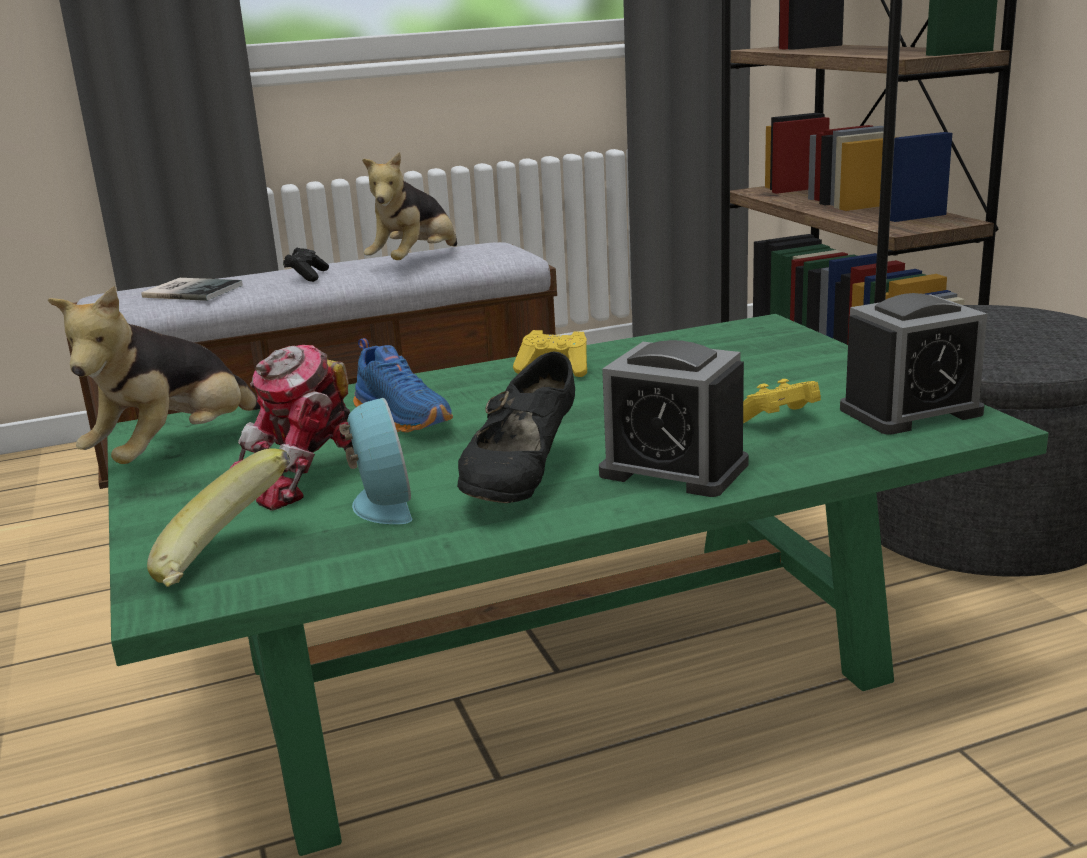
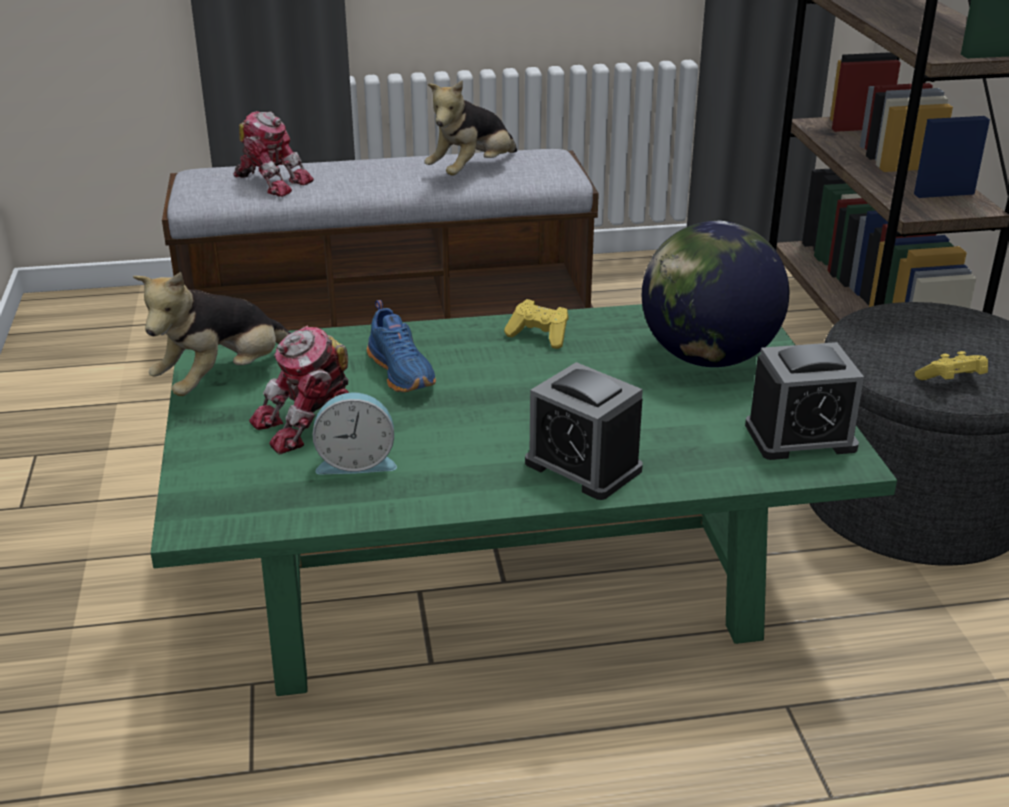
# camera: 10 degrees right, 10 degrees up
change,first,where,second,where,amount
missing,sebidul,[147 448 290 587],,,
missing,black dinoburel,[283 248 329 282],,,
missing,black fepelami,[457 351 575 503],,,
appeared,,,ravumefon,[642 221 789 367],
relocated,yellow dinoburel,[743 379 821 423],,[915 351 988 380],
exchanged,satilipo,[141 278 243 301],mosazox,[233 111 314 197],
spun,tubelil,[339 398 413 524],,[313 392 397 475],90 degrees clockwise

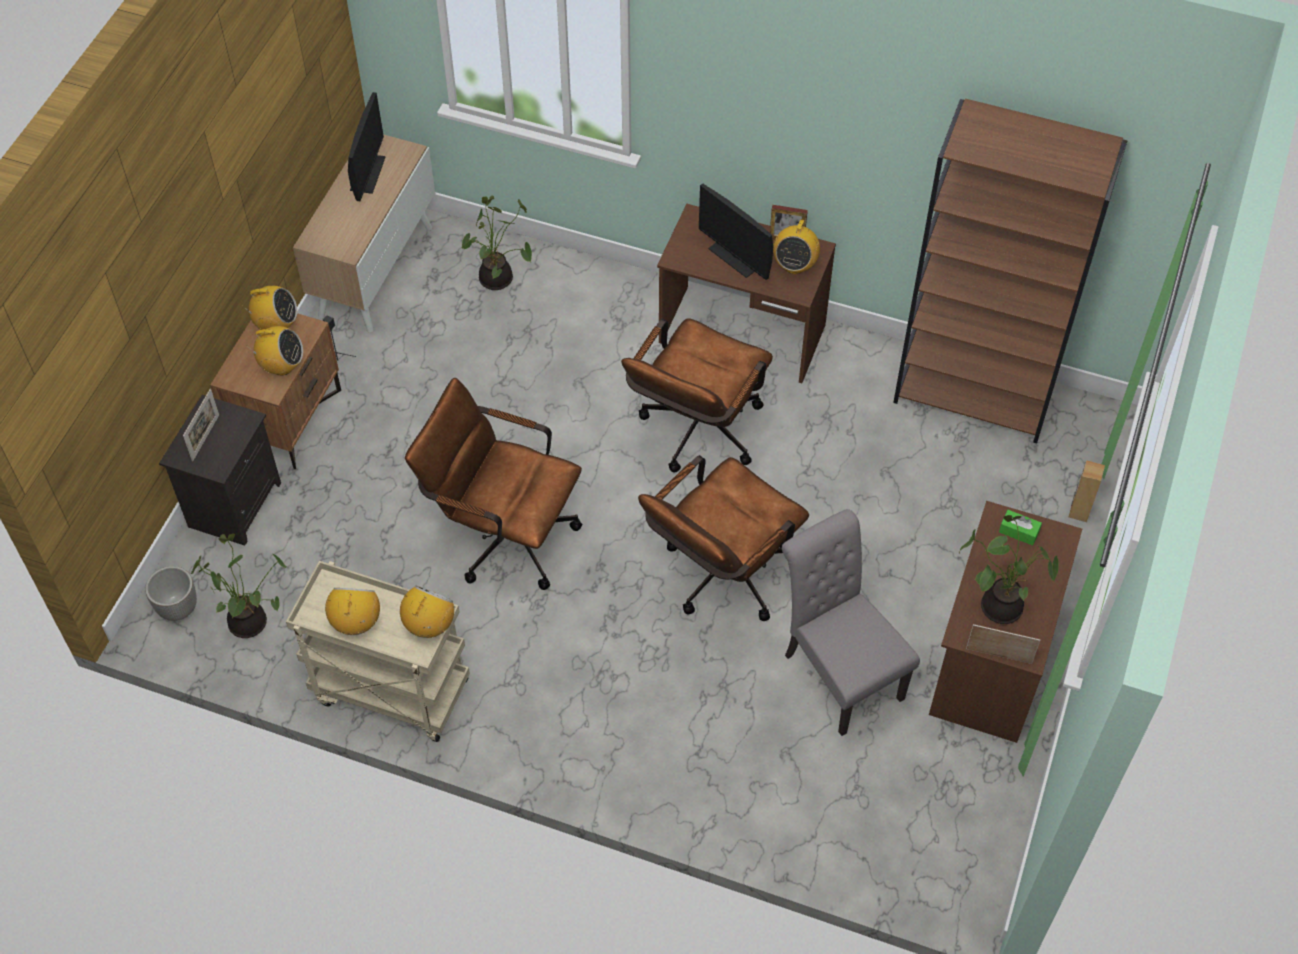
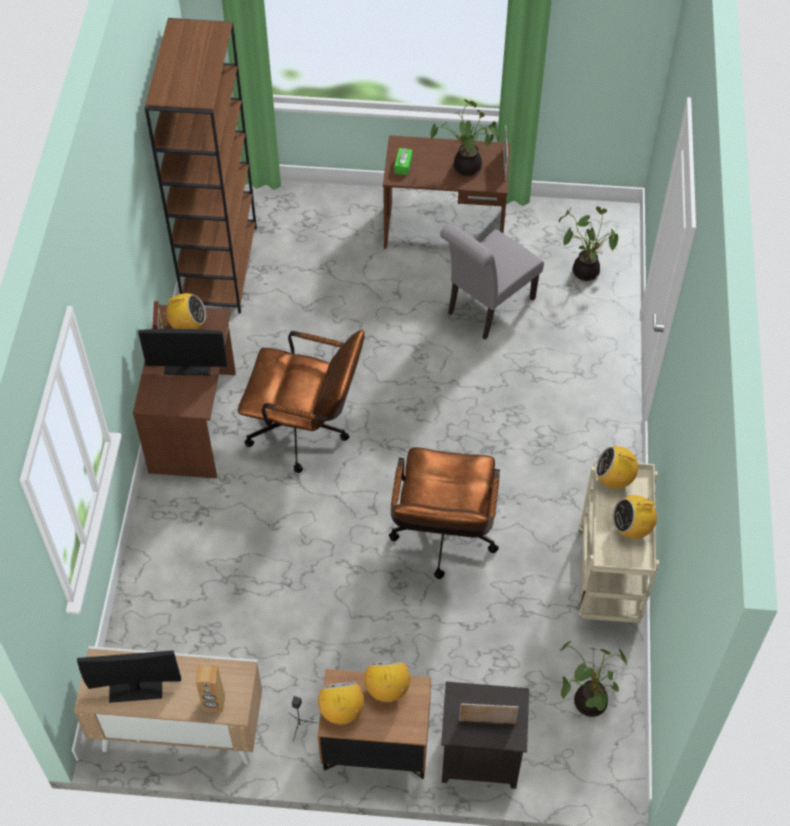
# camera: 105 degrees left, 0 degrees up
change,first,where,second,where,amount
missing,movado,[145 566 197 621],,,
missing,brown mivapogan,[638 455 809 621],,,
relocated,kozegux,[461 196 532 290],,[559 207 618 281],
relocated,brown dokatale,[1069 460 1105 522],,[195 664 225 712],
spun,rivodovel,[699 184 773 280],,[138 329 227 375],60 degrees clockwise

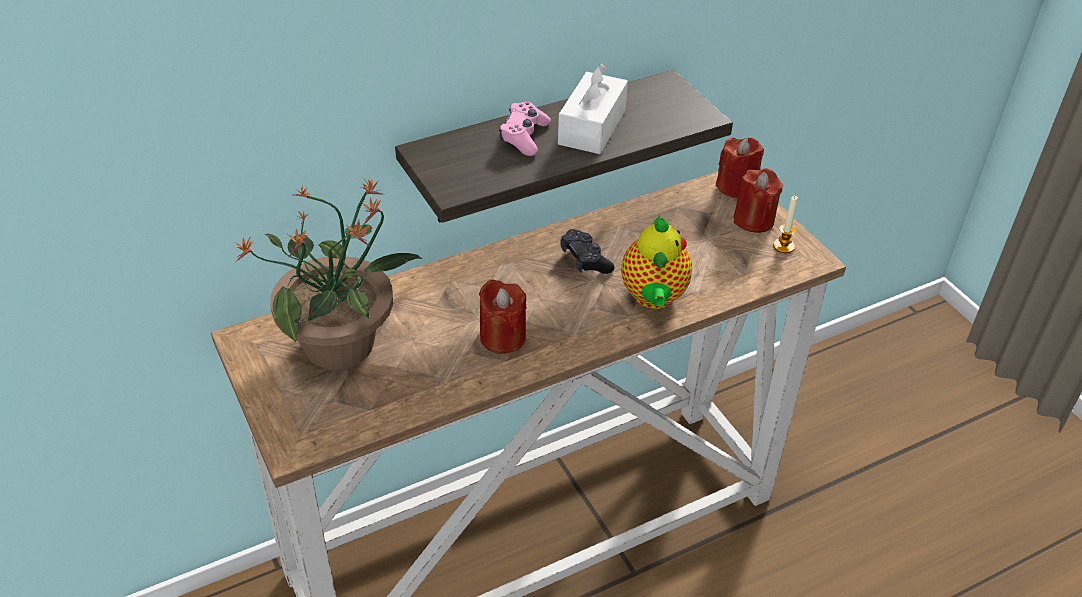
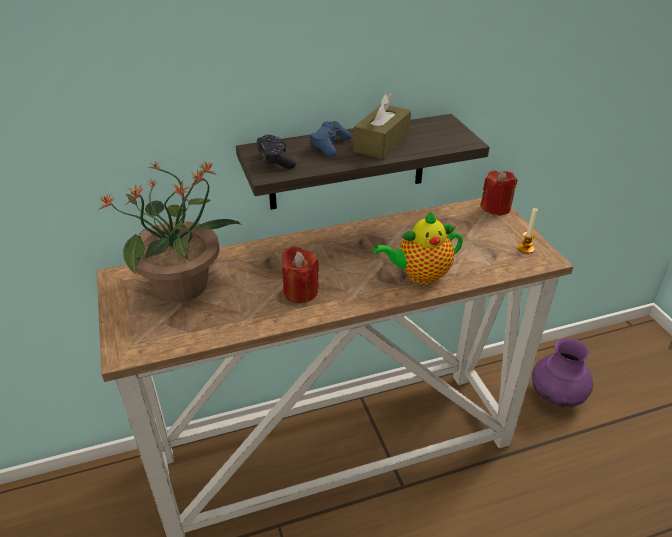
# camera: 10 degrees right, 5 degrees down
change,first,where,second,where,amount
missing,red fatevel,[734 168 783 233],,,
appeared,,,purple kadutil,[532 338 593 408],
relocated,black dinoburel,[560 229 615 274],,[256 135 296 169],
colour,pink dinoburel,[499 102 551 156],blue dinoburel,[310 121 352 157],
colour,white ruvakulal,[558 63 628 154],brown ruvakulal,[353 93 411 159],
spun,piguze,[621 216 692 309],,[373 211 463 284],60 degrees clockwise

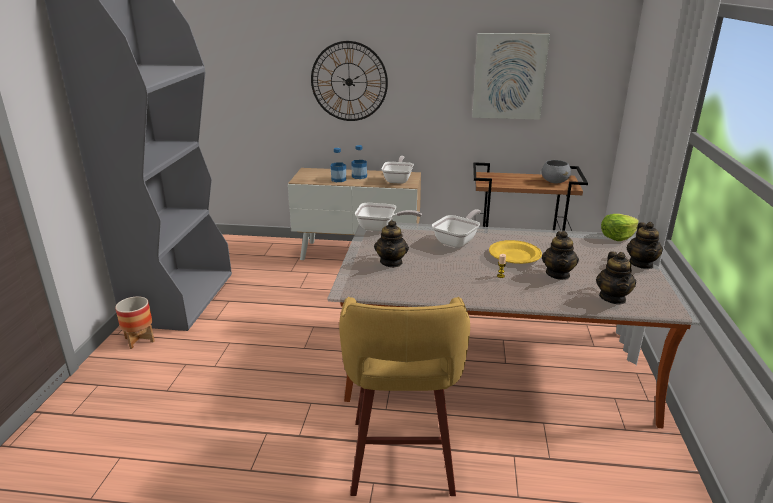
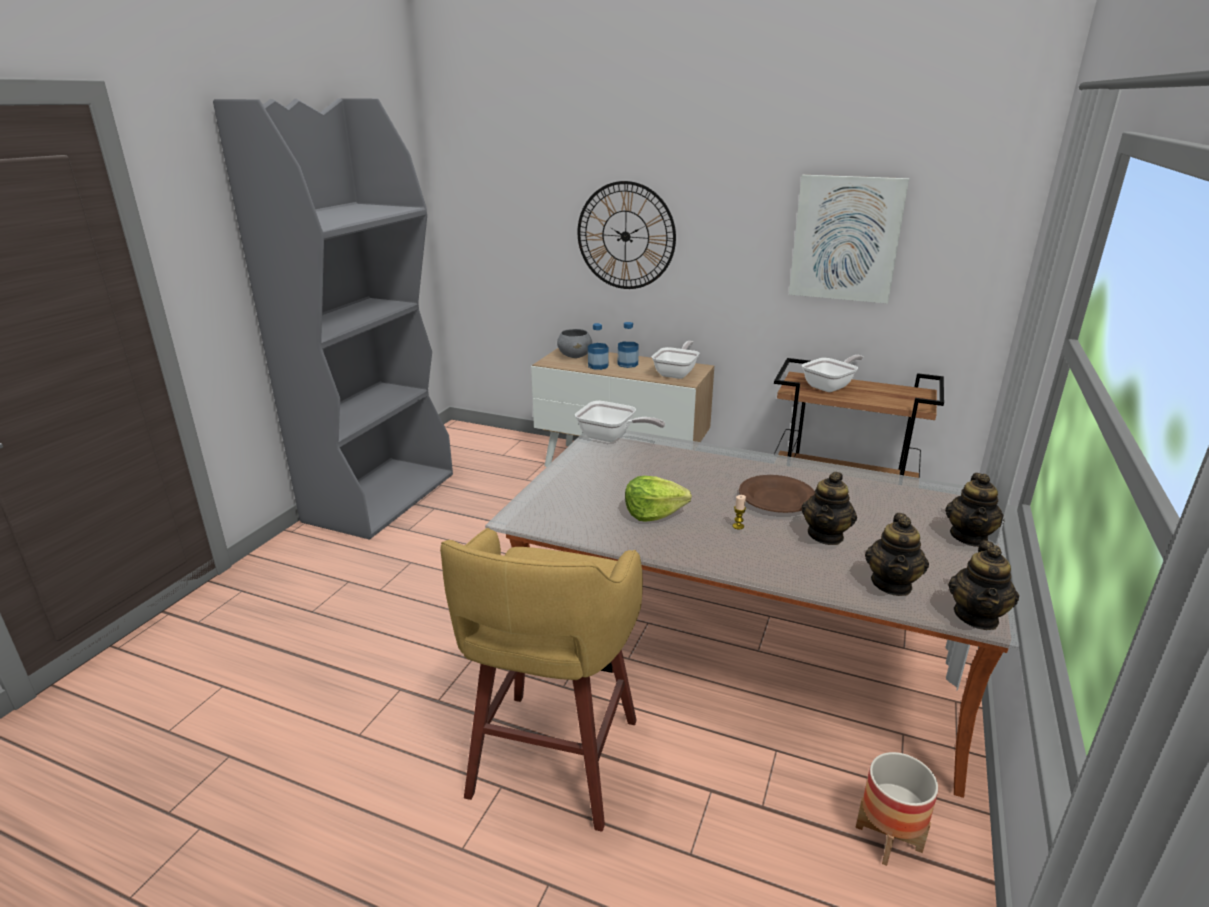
# camera: 15 degrees right, 0 degrees up
change,first,where,second,where,amount
relocated,movado,[115 296 155 349],,[855 752 938 866],
relocated,piguze,[374 220 409 267],,[948 540 1019 630],
relocated,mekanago,[432 209 481 248],,[802 355 863 392],
relocated,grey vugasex,[541 160 571 184],,[557 329 592 358],
relocated,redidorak,[601 214 639 241],,[625 476 692 522],
colour,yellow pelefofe,[489 240 542 264],brown pelefofe,[739 475 815 513],

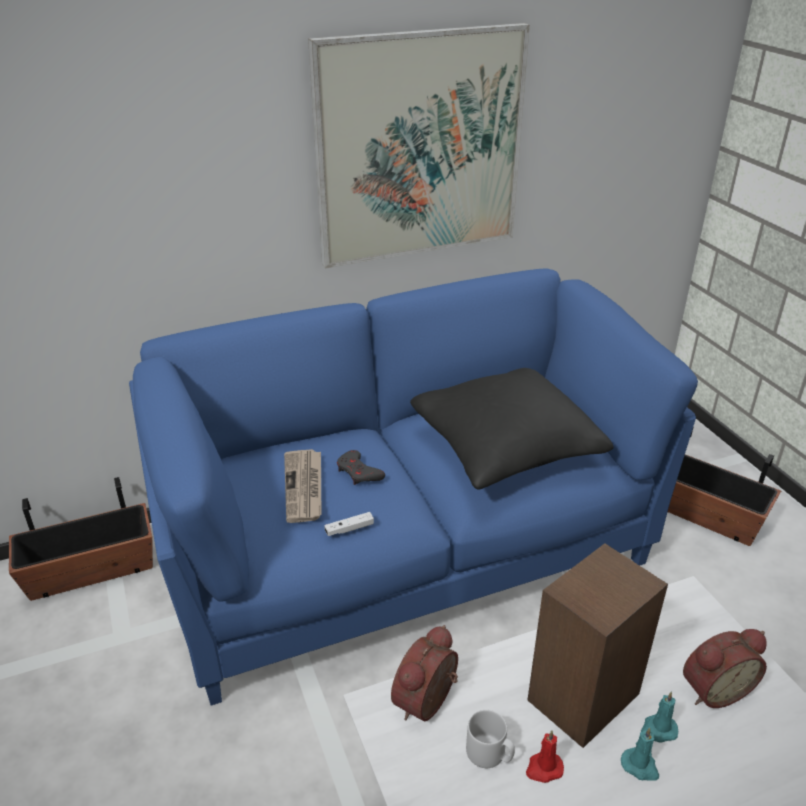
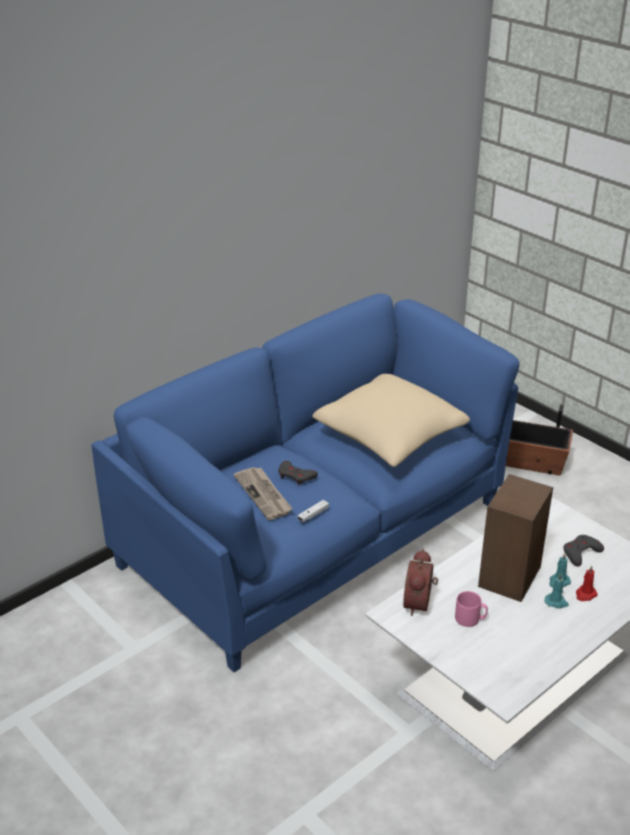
# camera: 20 degrees left, 0 degrees up
change,first,where,second,where,amount
missing,movado,[9 477 153 601],,,
missing,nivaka,[308 23 530 268],,,
relocated,red fatevel,[526 730 564 783],,[576 565 598 601],
exchanged,tubelil,[683 629 767 708],grey dinoburel,[563 535 604 566],
colour,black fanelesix,[410 368 614 490],beige fanelesix,[312 374 470 467],
colour,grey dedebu,[466 710 515 768],pink dedebu,[455 591 488 627],

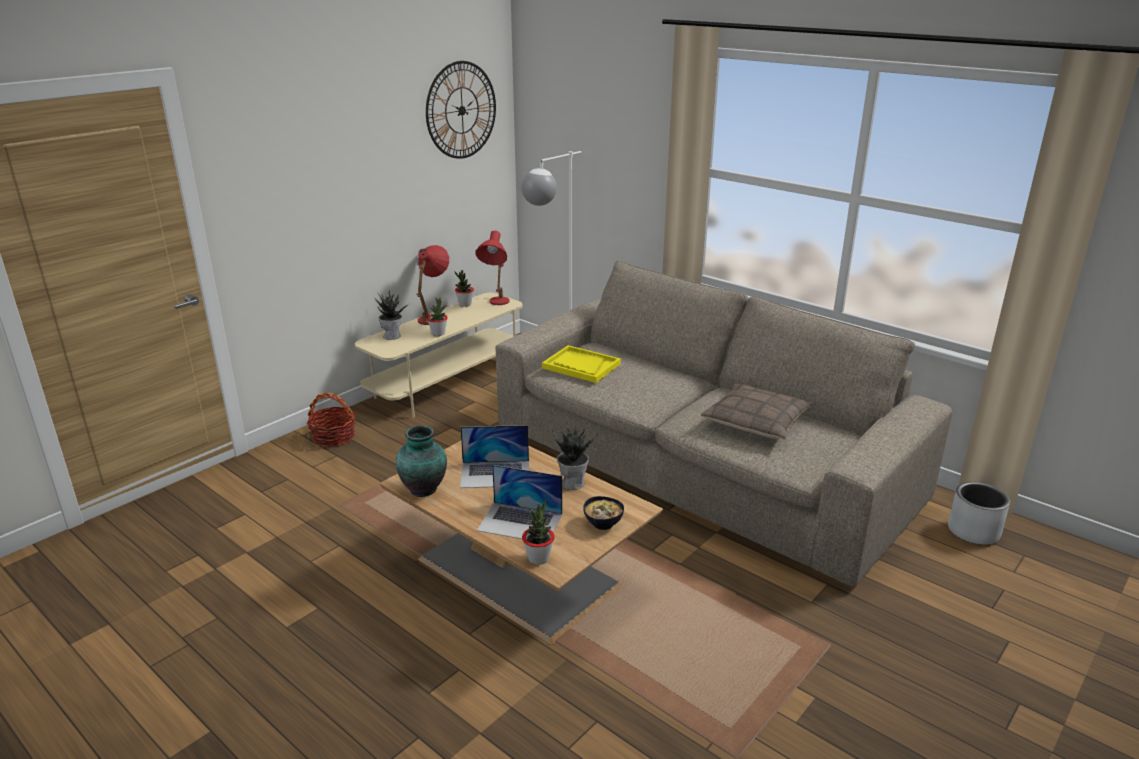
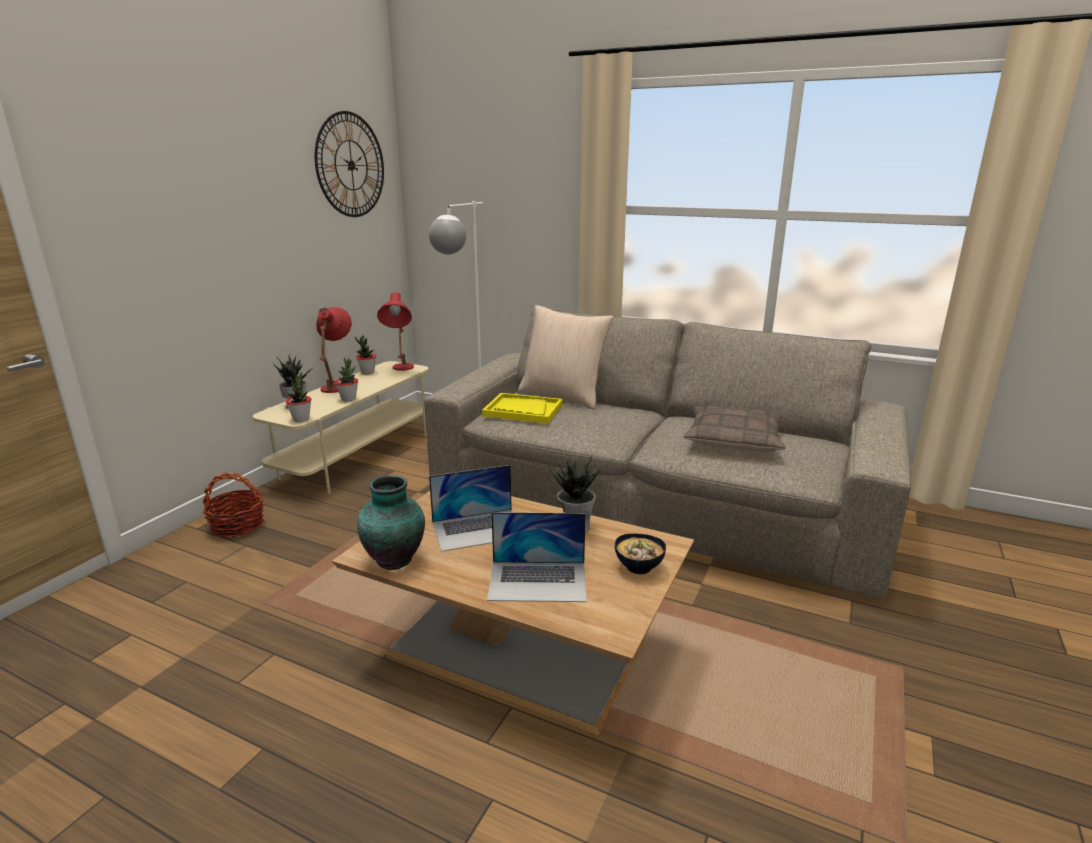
# camera: 15 degrees left, 5 degrees down
change,first,where,second,where,amount
missing,grey movado,[948 482 1010 545],,,
appeared,,,beige fanelesix,[518 305 613 410],
relocated,kozegux,[522 500 554 565],,[286 371 311 422],

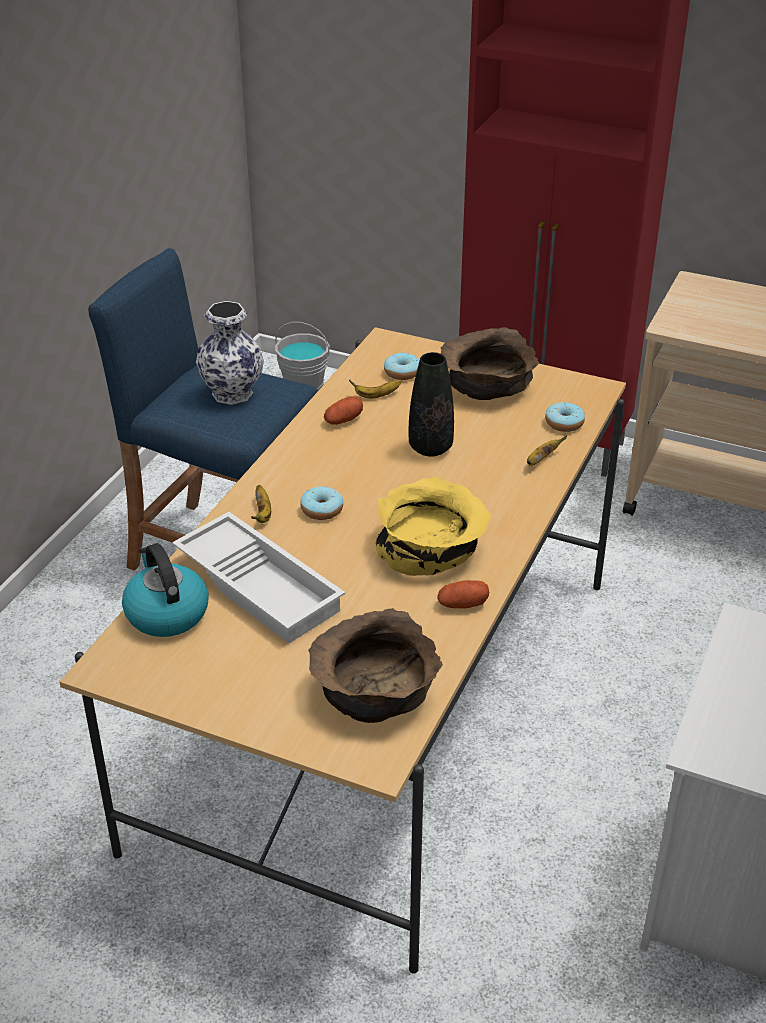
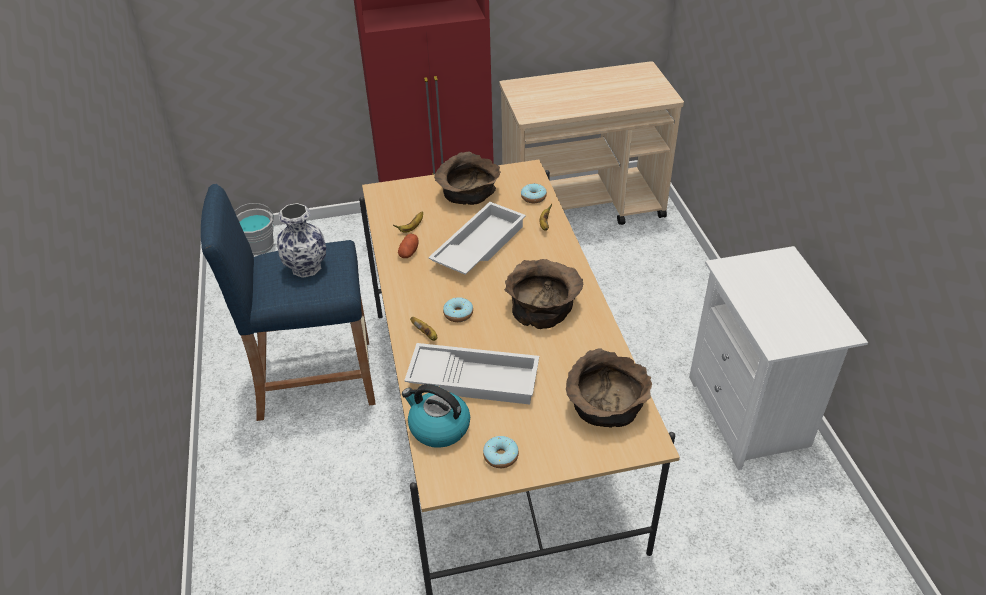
# camera: 35 degrees left, 5 degrees up
change,first,where,second,where,amount
missing,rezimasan,[437 580 489 608],,,
relocated,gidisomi,[384 353 420 380],,[483 436 519 468],
exchanged,black kadutil,[409 352 454 457],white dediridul,[428 202 526 275],
colour,yellow vugasex,[376 476 491 576],brown vugasex,[504 259 583 329],

